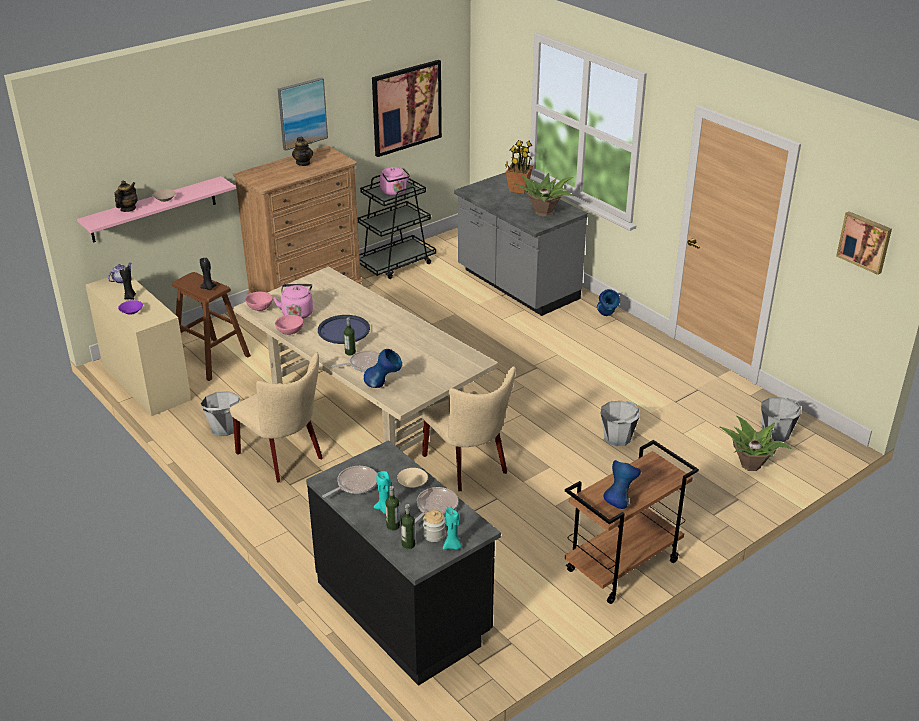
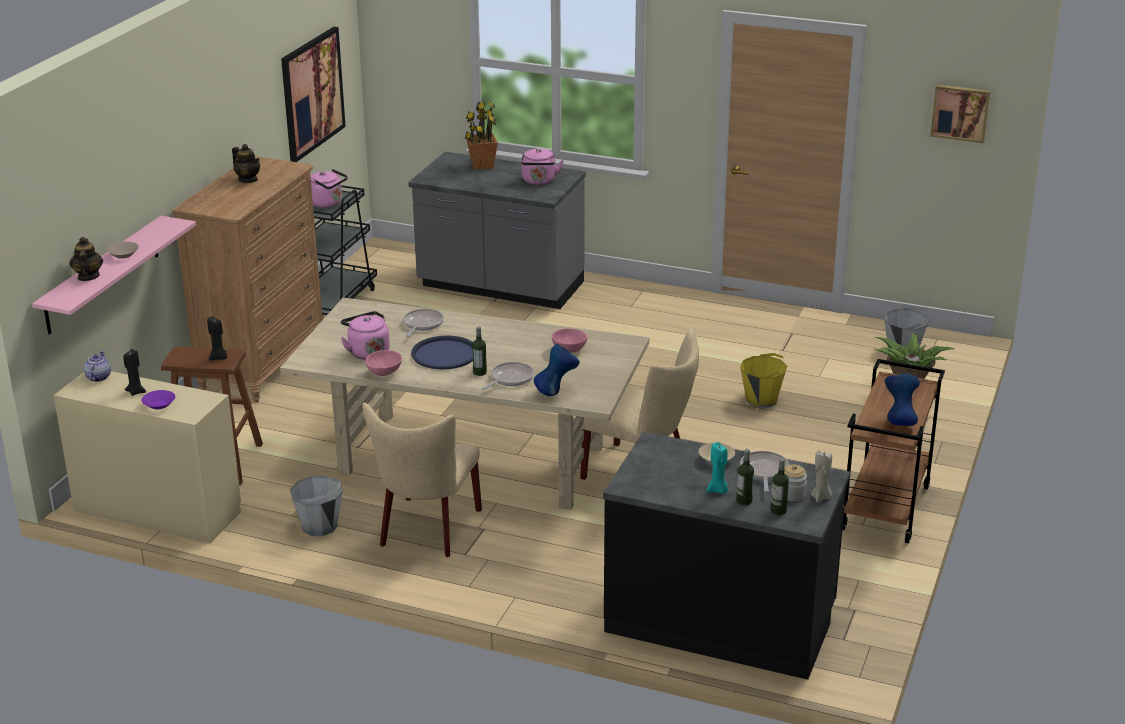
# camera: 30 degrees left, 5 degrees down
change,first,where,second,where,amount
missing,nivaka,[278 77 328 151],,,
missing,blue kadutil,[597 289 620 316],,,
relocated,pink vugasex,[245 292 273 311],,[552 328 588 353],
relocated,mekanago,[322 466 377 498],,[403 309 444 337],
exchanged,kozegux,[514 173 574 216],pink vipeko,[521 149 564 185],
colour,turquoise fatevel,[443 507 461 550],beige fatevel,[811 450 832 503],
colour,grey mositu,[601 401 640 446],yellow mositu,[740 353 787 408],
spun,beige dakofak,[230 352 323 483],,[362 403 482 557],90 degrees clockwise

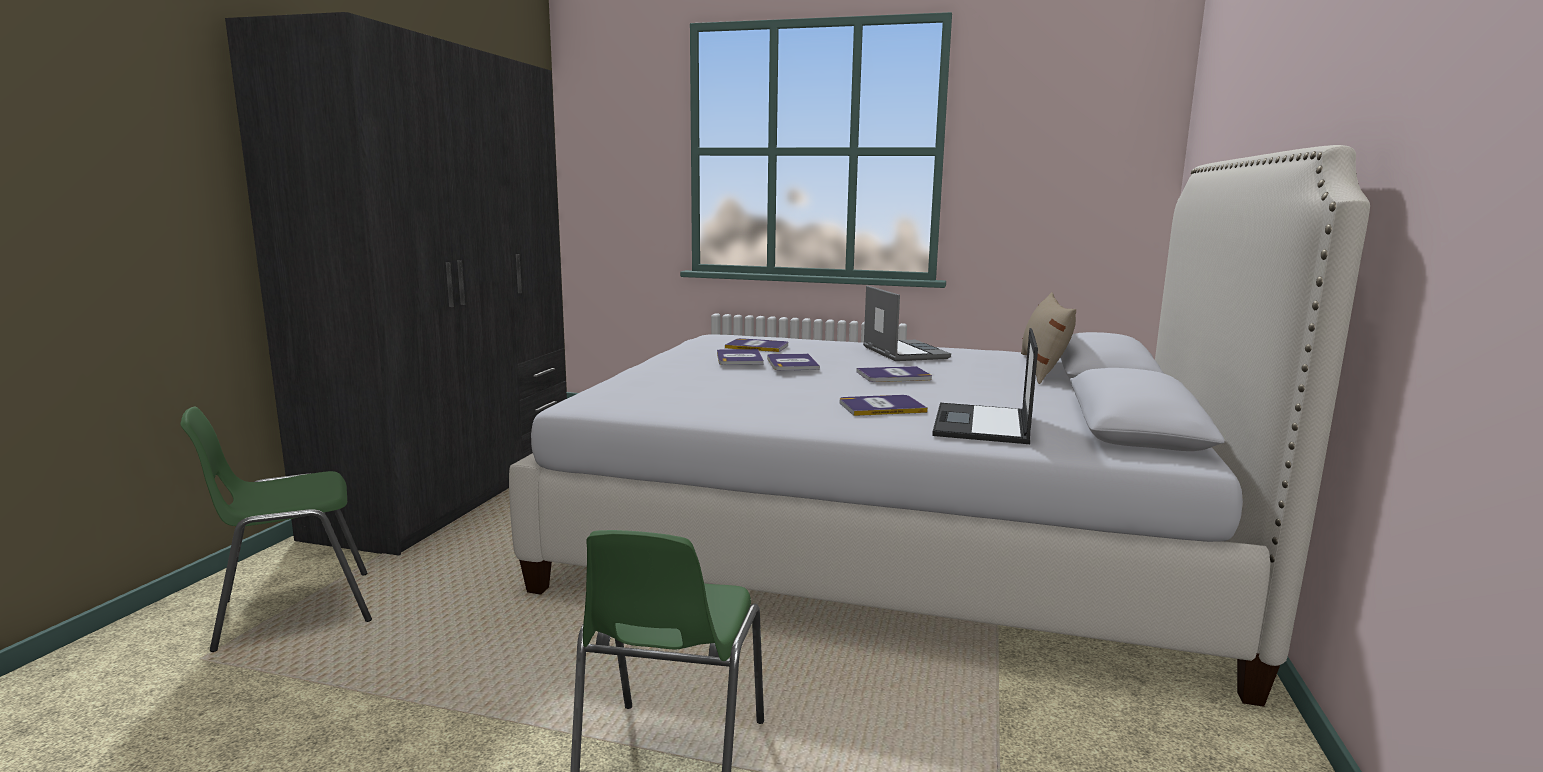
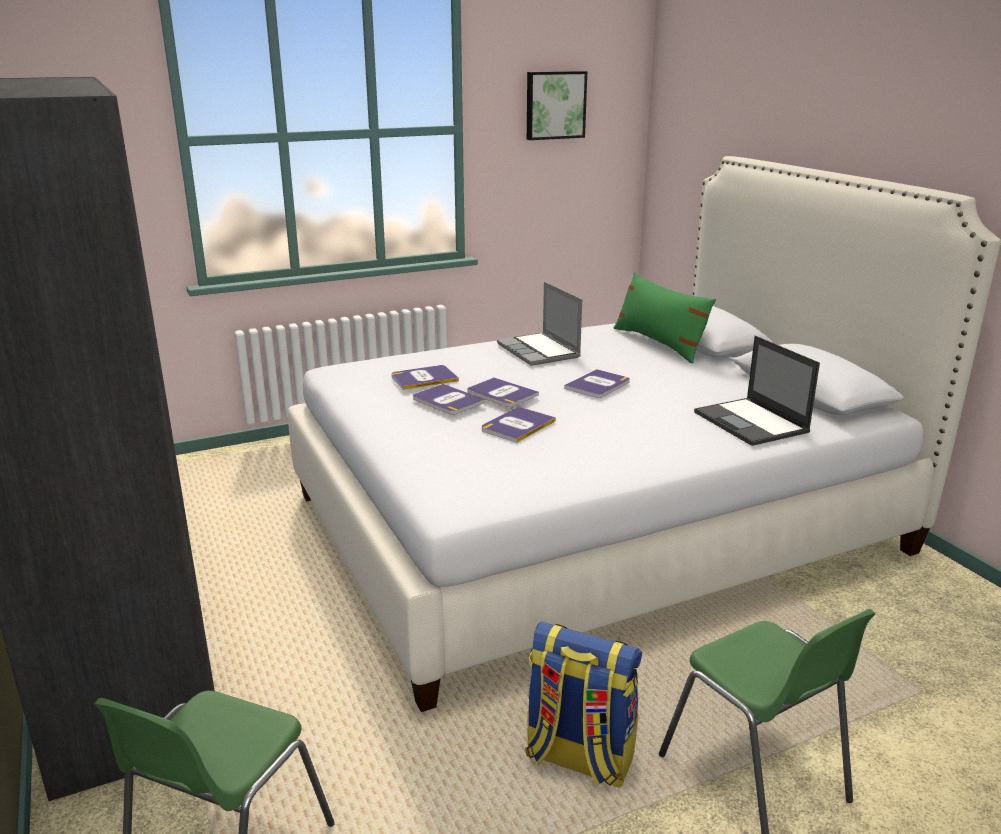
# camera: 40 degrees left, 10 degrees up
change,first,where,second,where,amount
appeared,,,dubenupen,[525 622 642 788],
appeared,,,nivaka,[527 71 587 140],
relocated,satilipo,[840 395 928 416],,[482 407 556 443],
colour,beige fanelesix,[1021 292 1076 384],green fanelesix,[614 272 716 364],
spun,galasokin,[863 286 951 361],,[497 282 582 366],150 degrees counterclockwise

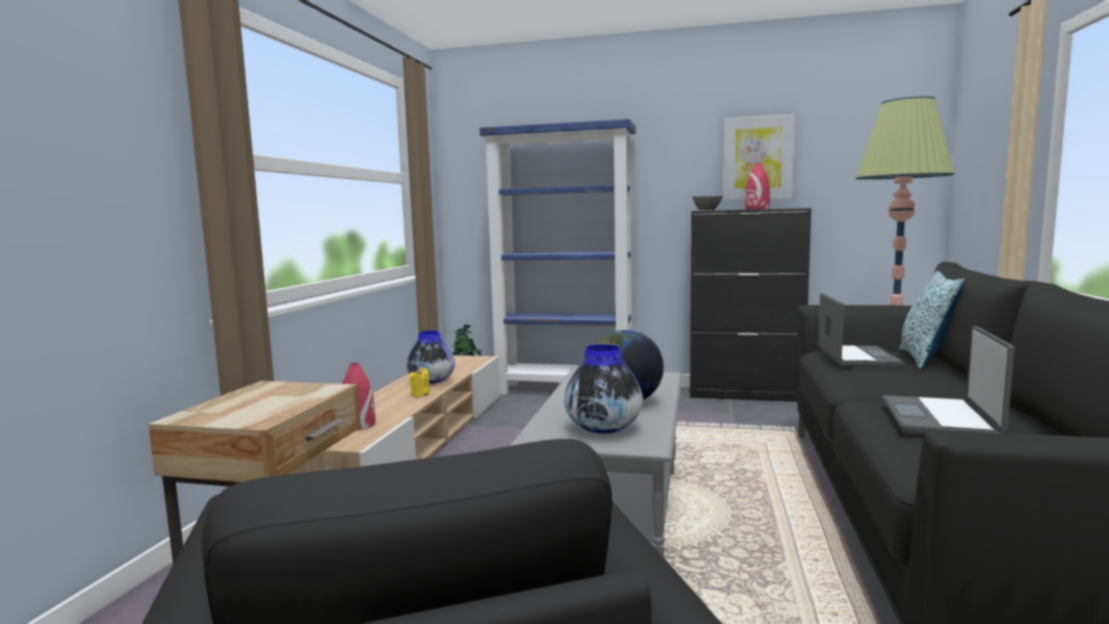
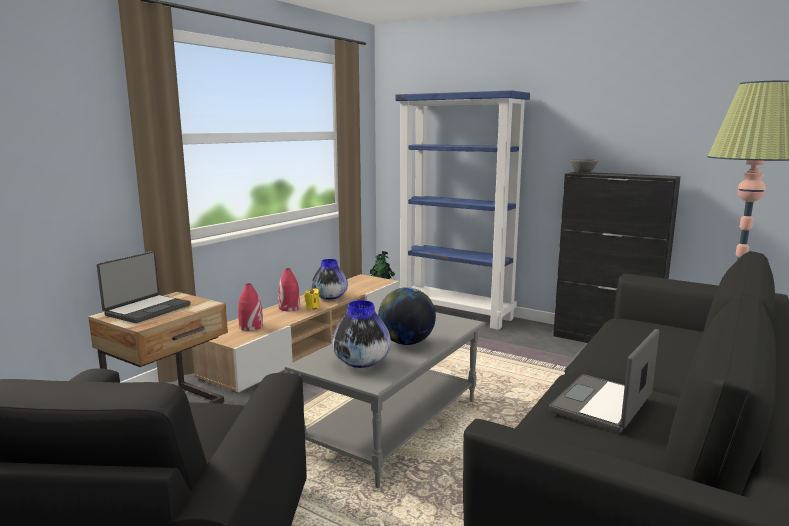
# camera: 20 degrees right, 5 degrees up
change,first,where,second,where,amount
missing,nivaka,[723 114 795 201],,,
missing,fanelesix,[900 271 965 370],,,
relocated,red kadutil,[745 163 770 209],,[278 268 300 311],
relocated,galasokin,[818 293 905 368],,[97 251 191 323],

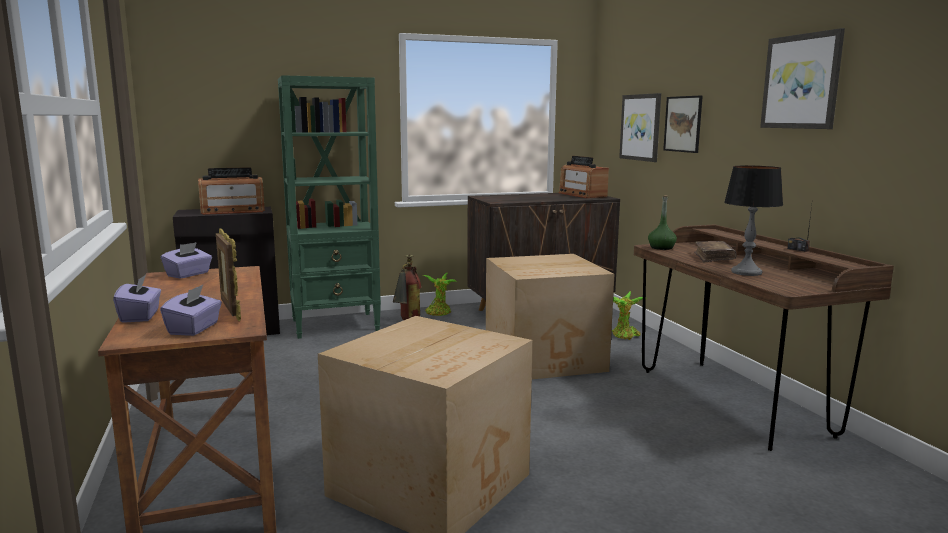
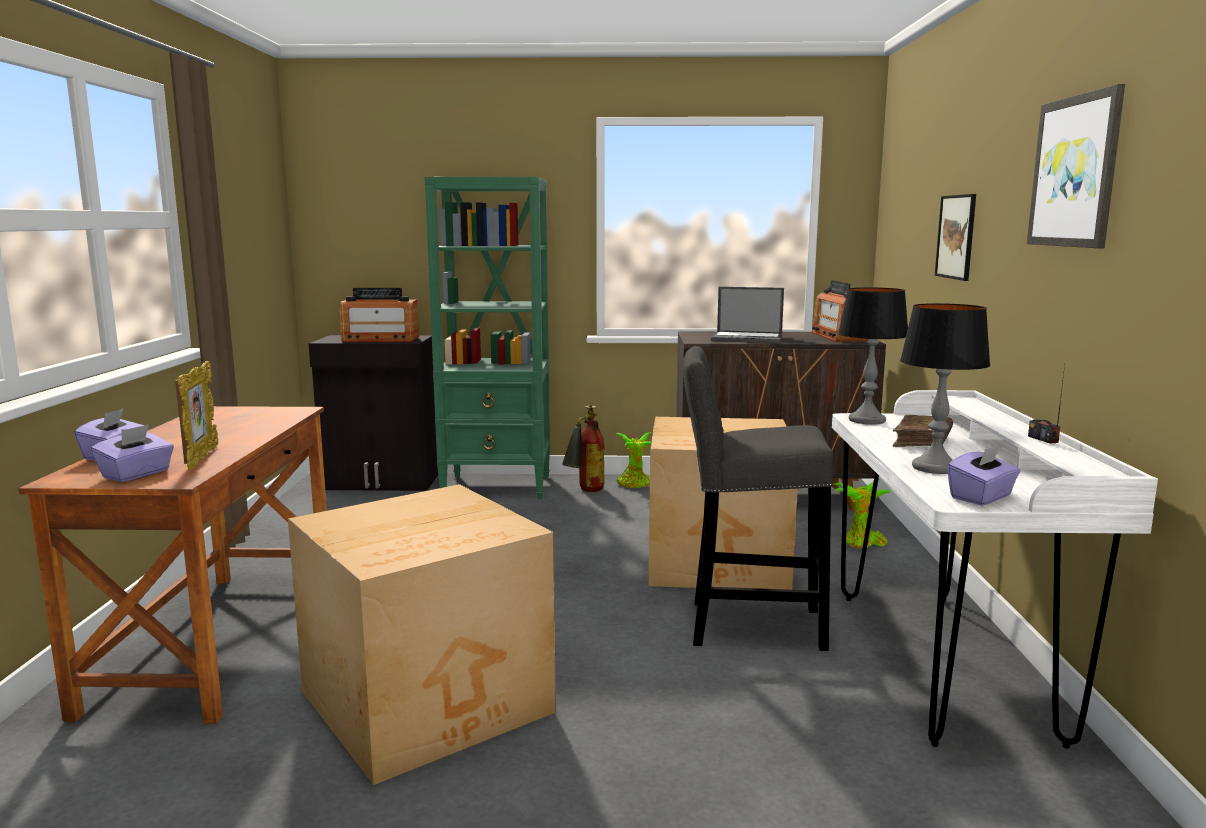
# camera: 20 degrees right, 0 degrees up
change,first,where,second,where,amount
missing,nivaka,[619 93 661 162],,,
appeared,,,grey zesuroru,[682 346 834 651],
appeared,,,galasokin,[711 287 784 343],
relocated,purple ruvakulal,[161 242 212 279],,[947 445 1020 506],
exchanged,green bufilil,[648 195 677 250],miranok,[838 287 908 425],
colour,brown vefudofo,[634 224 894 451],white vefudofo,[832 390 1158 748],

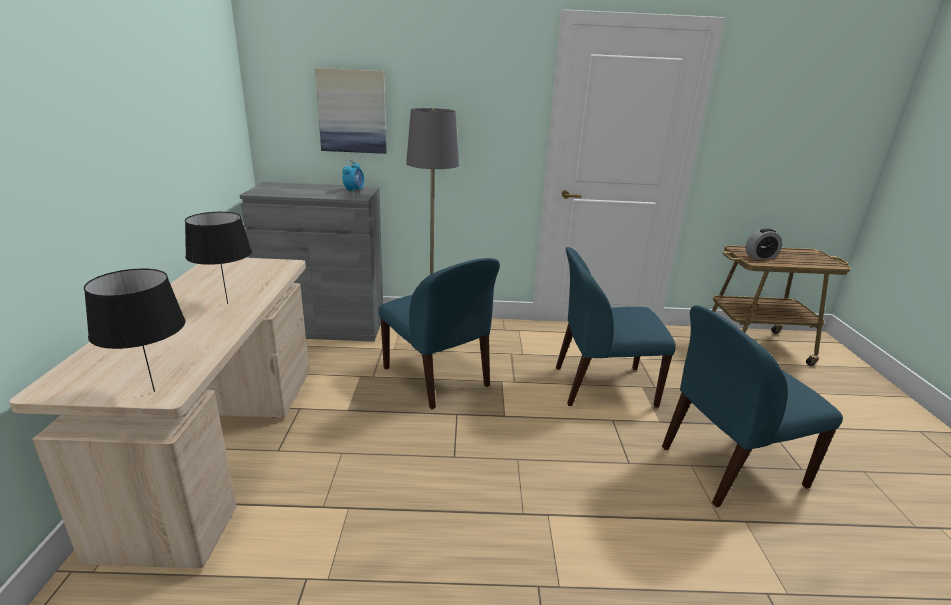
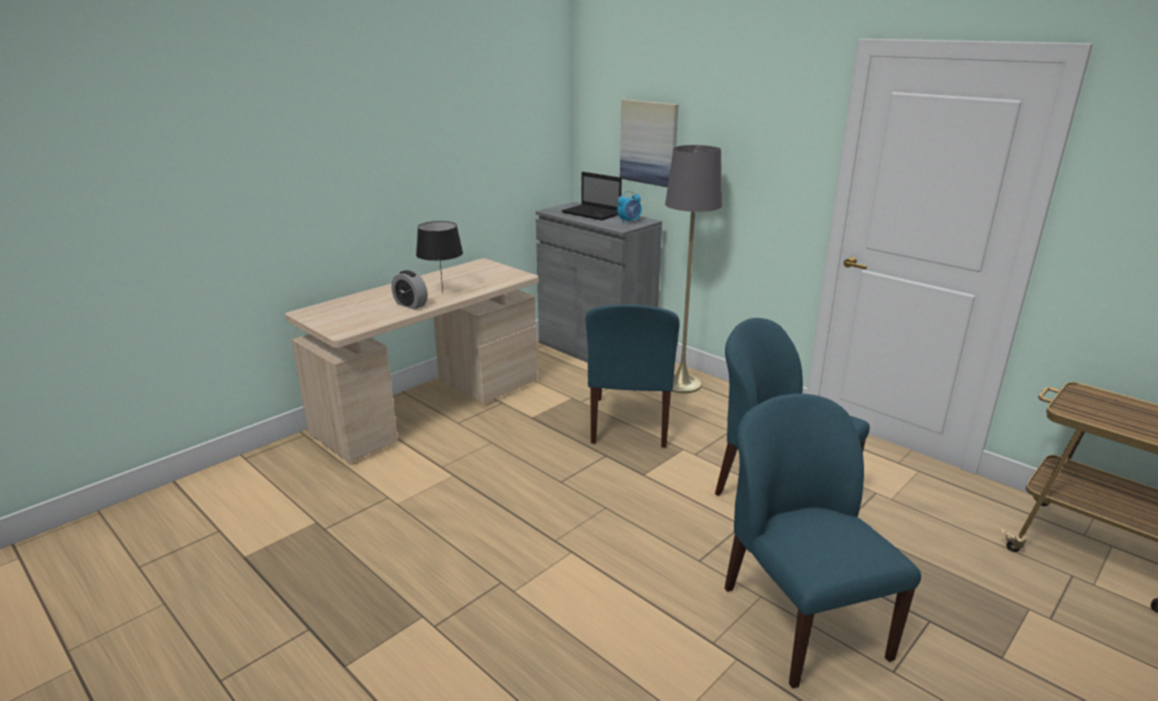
# camera: 45 degrees right, 0 degrees up
change,first,where,second,where,amount
missing,black miranok,[84 269 185 392],,,
appeared,,,galasokin,[561 172 622 220],
relocated,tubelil,[746 228 782 259],,[391 270 428 309],
spun,blue dakofak,[662 305 843 507],,[725 393 921 689],45 degrees clockwise

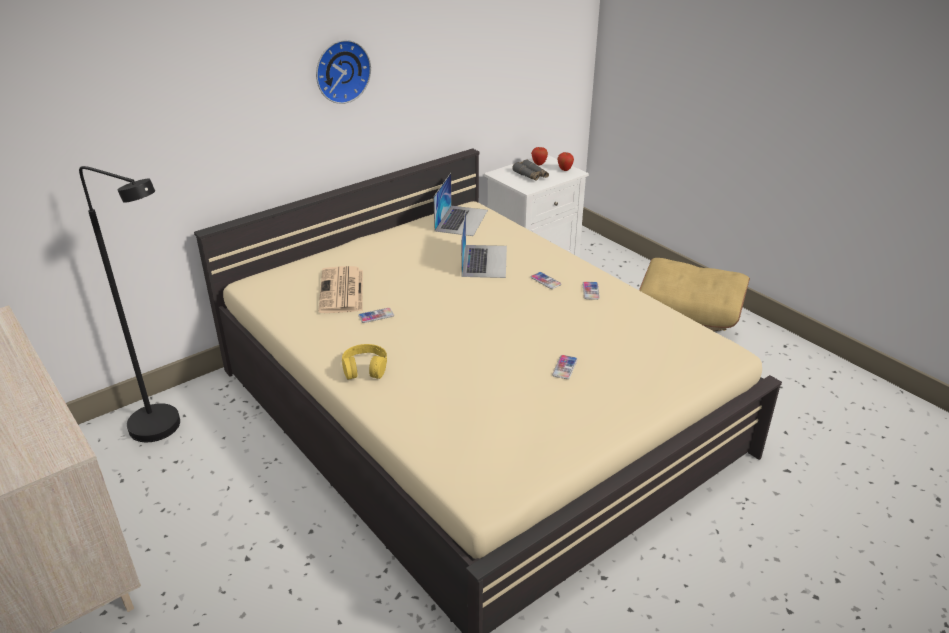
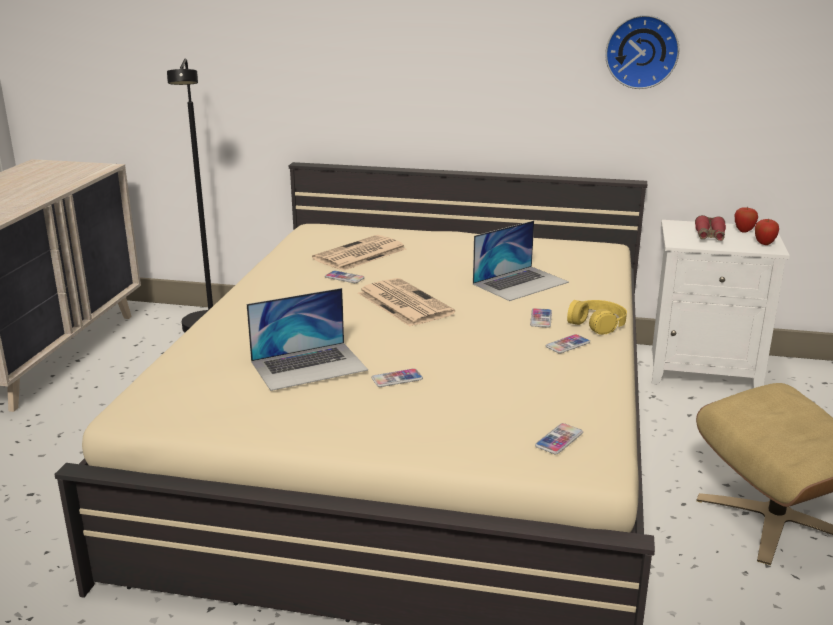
# camera: 50 degrees right, 10 degrees down
change,first,where,second,where,amount
appeared,,,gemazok,[358 278 455 326],
appeared,,,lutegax,[535 423 583 454],
relocated,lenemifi,[316 40 371 104],,[605 15 679 89],
relocated,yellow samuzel,[342 344 387 380],,[567 300 627 335],
relocated,galasokin,[433 173 488 236],,[247 288 368 391],
colour,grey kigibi,[512 159 549 181],red kigibi,[695 215 726 241],

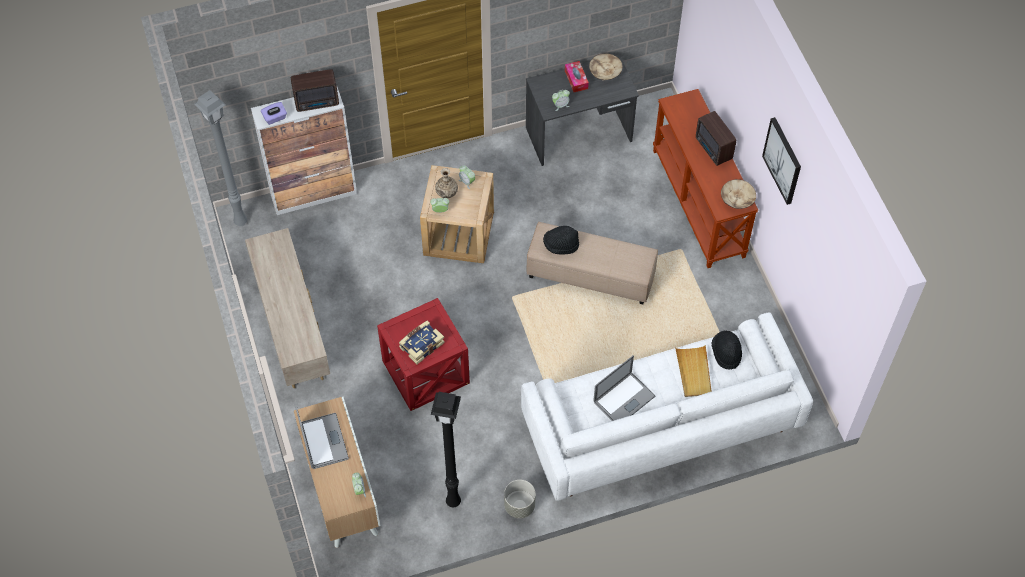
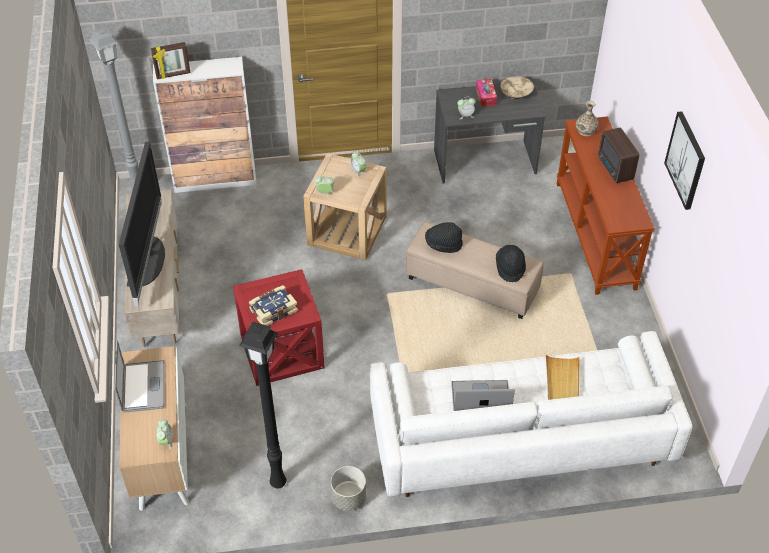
# camera: 10 degrees right, 10 degrees down
change,first,where,second,where,amount
missing,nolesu,[291 69 339 112],,,
missing,beige vugasex,[721 179 756 209],,,
appeared,,,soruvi,[119 142 165 307],
relocated,kadutil,[435 168 458 199],,[576 101 599 136],
relocated,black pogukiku,[711 331 742 369],,[496 245 526 282],
exchanged,purple ruvakulal,[261 102 287 125],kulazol,[151 42 190 79],
spun,galasokin,[593 355 656 421],,[451 380 515 411],150 degrees counterclockwise

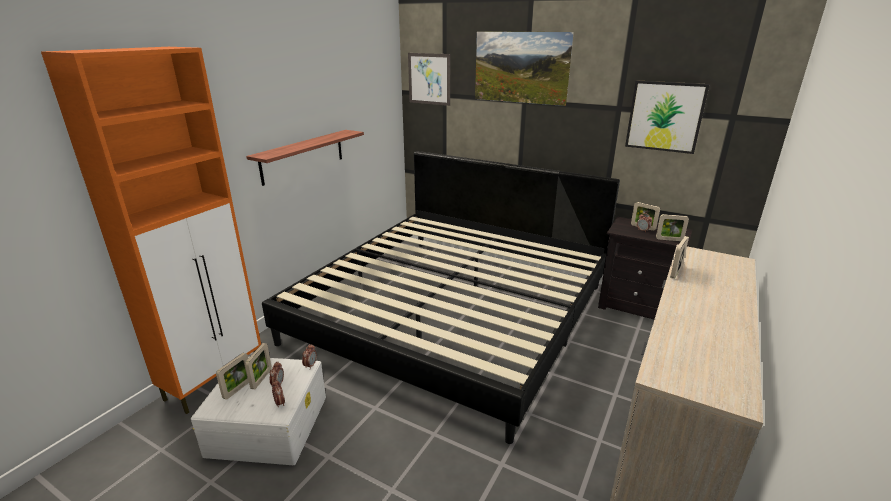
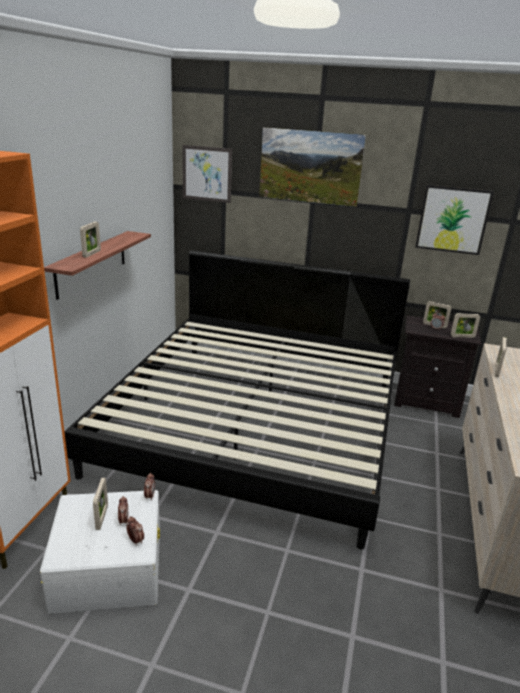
# camera: 15 degrees left, 0 degrees up
change,first,where,second,where,amount
relocated,kulazol,[216 353 249 400],,[80 222 101 258],

